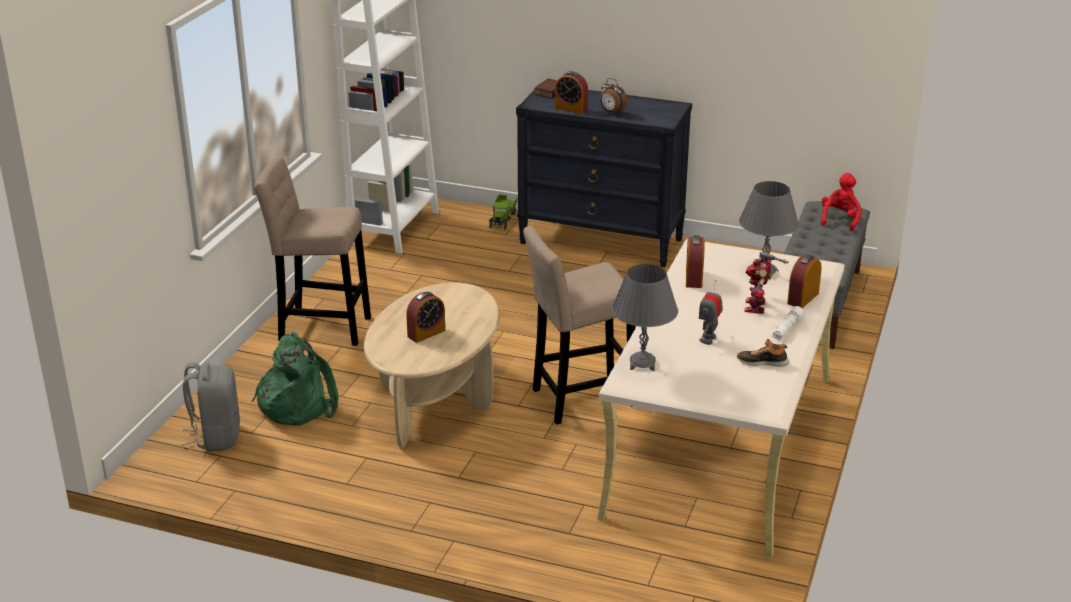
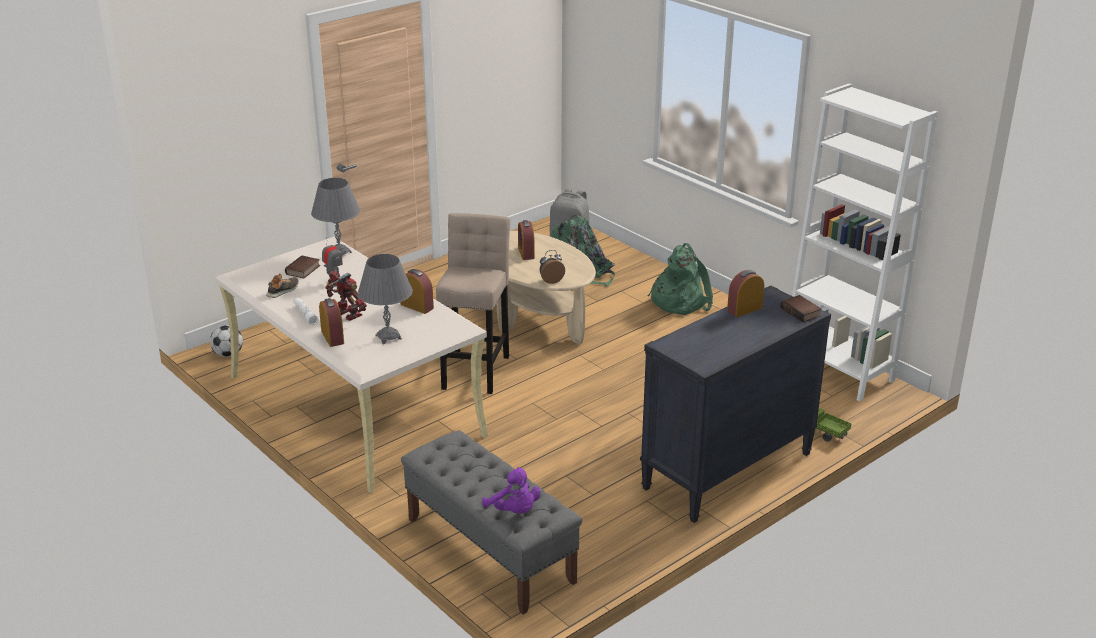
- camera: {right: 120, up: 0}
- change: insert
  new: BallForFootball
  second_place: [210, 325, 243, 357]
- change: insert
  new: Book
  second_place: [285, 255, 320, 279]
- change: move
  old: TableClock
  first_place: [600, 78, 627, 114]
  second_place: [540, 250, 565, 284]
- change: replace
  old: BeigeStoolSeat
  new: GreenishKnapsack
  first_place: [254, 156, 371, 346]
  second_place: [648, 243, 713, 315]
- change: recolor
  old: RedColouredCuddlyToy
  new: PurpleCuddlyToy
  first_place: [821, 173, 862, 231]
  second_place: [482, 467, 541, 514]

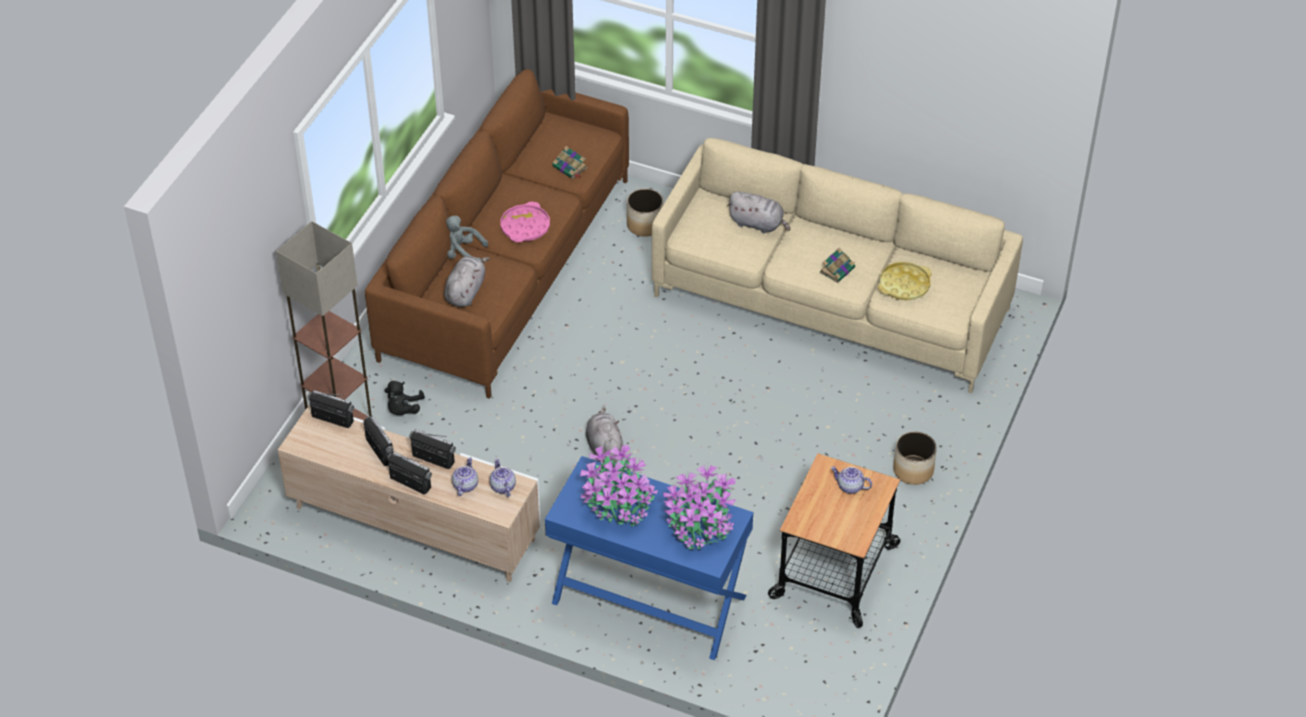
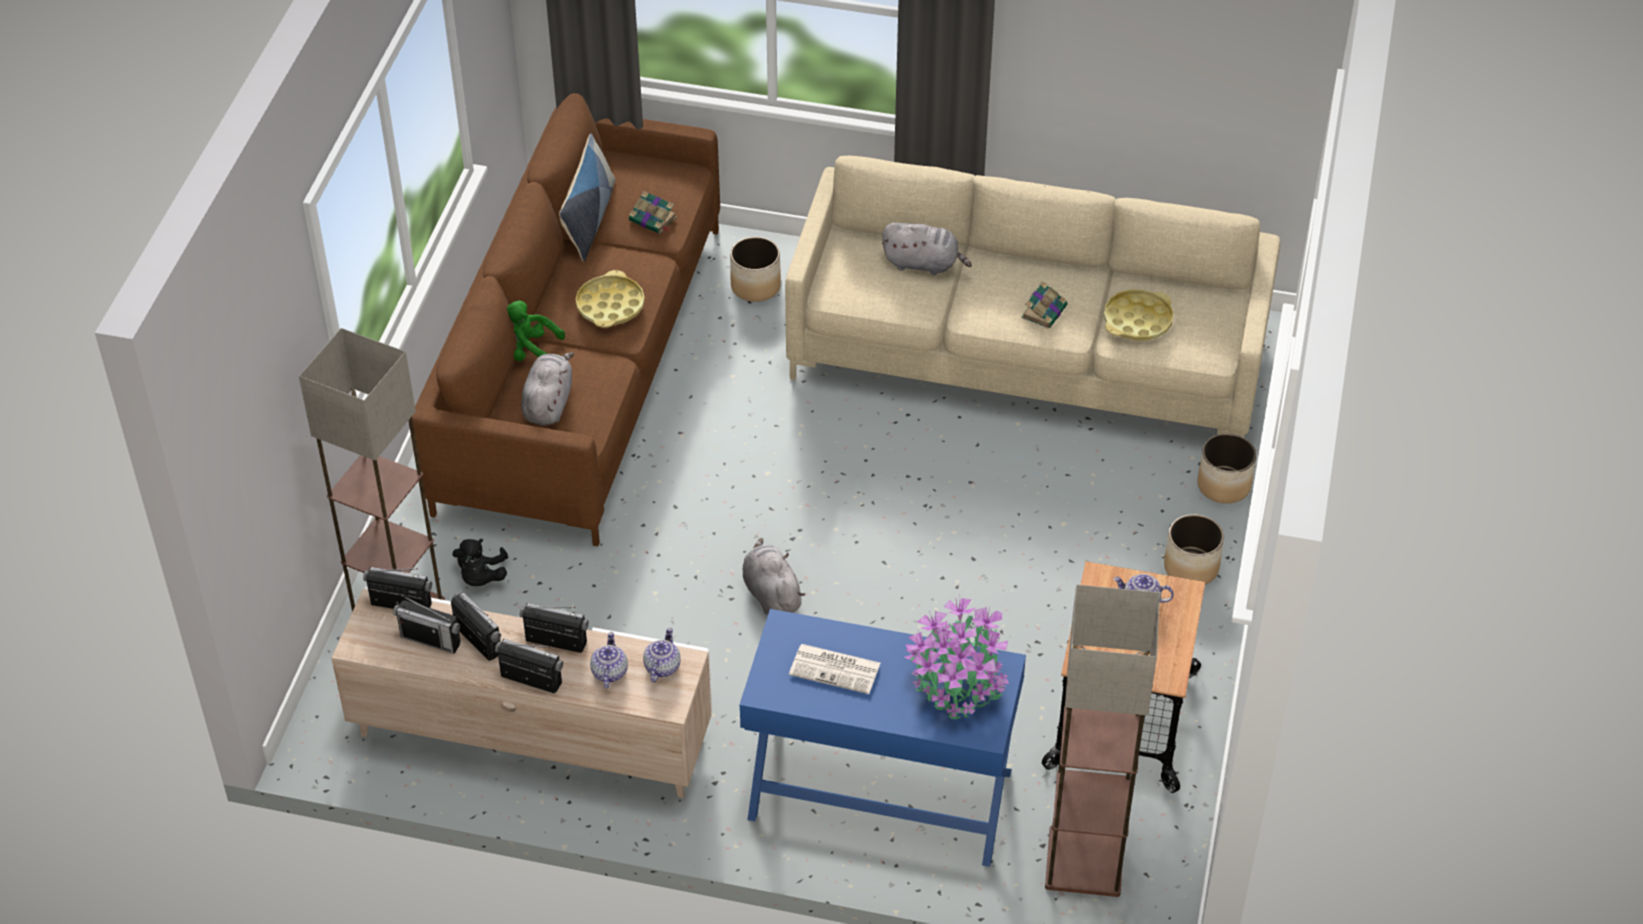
- camera: {right: -10, up: 0}
- change: insert
  new: Radio
  second_place: [393, 595, 461, 654]
- change: insert
  new: ThrowPillow
  second_place: [559, 134, 616, 262]
- change: insert
  new: FloorLamp
  second_place: [1045, 585, 1160, 897]
- change: insert
  new: Planter
  second_place: [1197, 433, 1256, 504]
- change: replace
  old: Houseplant
  new: PrintedPaper
  first_place: [580, 445, 658, 526]
  second_place: [789, 644, 881, 694]
- change: recolor
  old: GreyCuddlyToy
  new: GreenishCuddlyToy
  first_place: [446, 216, 488, 259]
  second_place: [507, 300, 565, 361]
- change: recolor
  old: PinkCarryingTray
  new: YellowCarryingTray
  first_place: [500, 202, 550, 242]
  second_place: [576, 270, 645, 328]
- change: rotate
  old: Teapot
  first_place: [489, 459, 516, 497]
  second_place: [643, 627, 681, 682]
  degrees: 45

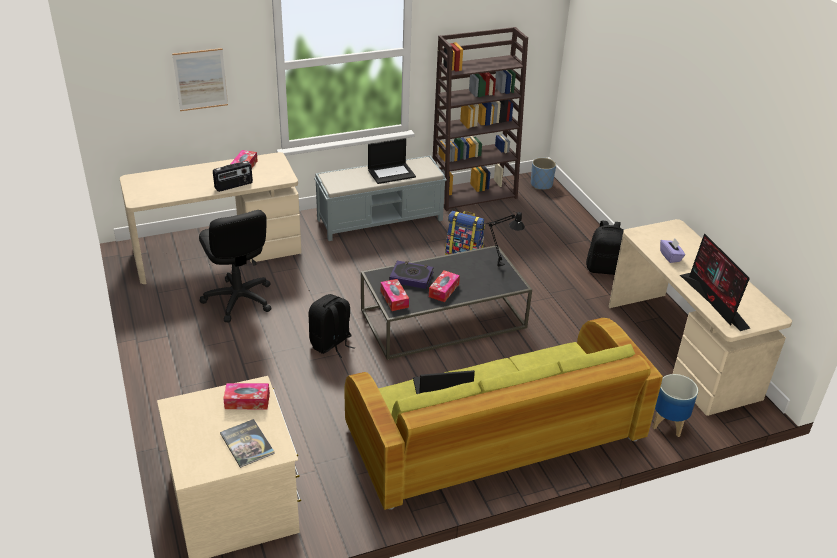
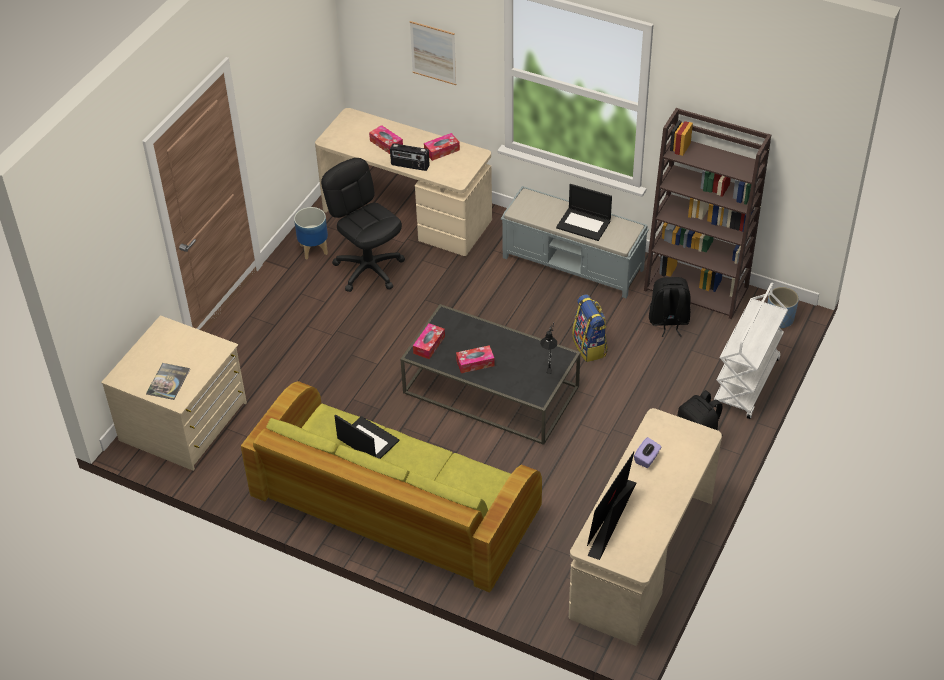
- camera: {right: 50, up: 10}
- change: delete
  old: Book
  first_place: [389, 261, 434, 289]
- change: insert
  new: WhiteTrolley
  second_place: [714, 283, 788, 419]
- change: move
  old: TissueHolder
  first_place: [223, 383, 270, 409]
  second_place: [369, 125, 403, 154]
- change: move
  old: BlackKnapsack
  first_place: [309, 294, 355, 358]
  second_place: [649, 277, 690, 337]
- change: move
  old: Planter
  first_place: [652, 374, 698, 437]
  second_place: [294, 207, 328, 260]
- change: rotate
  old: BlackDeskChair
  first_place: [199, 210, 272, 323]
  second_place: [321, 158, 405, 292]
  degrees: 120

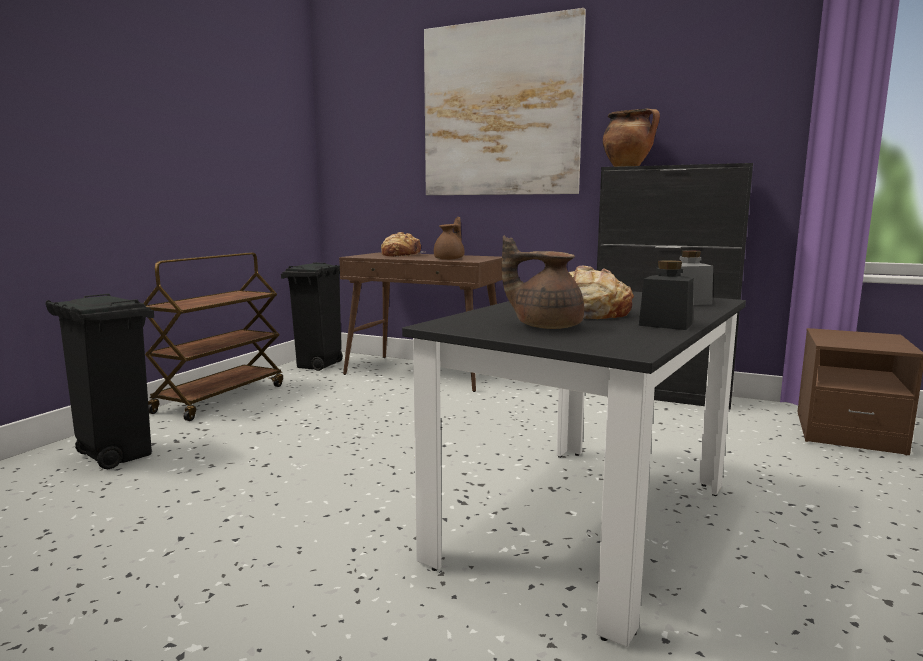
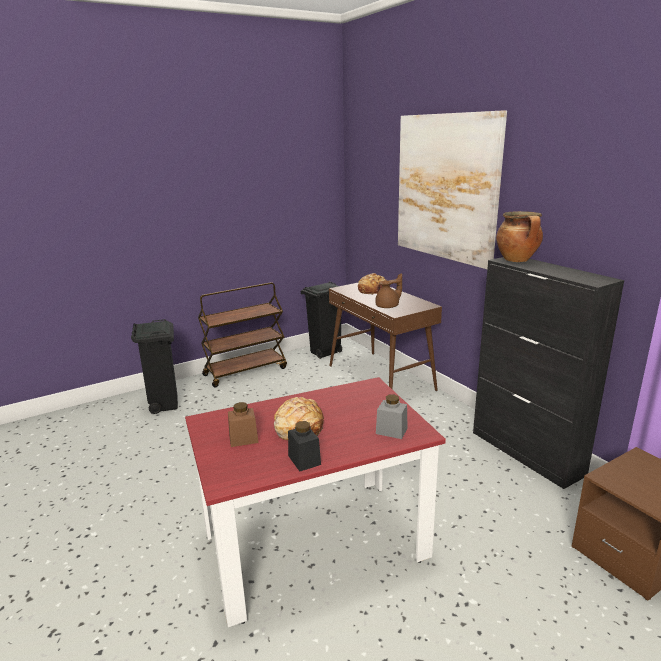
- camera: {right: 35, up: 10}
- change: replace
  old: BrownColouredTeapot
  new: BrownColouredPreserveJar
  first_place: [502, 236, 584, 329]
  second_place: [228, 402, 259, 447]
- change: recolor
  old: BlackDiningTable
  new: RedColouredDiningTable
  first_place: [402, 291, 746, 647]
  second_place: [185, 377, 446, 627]

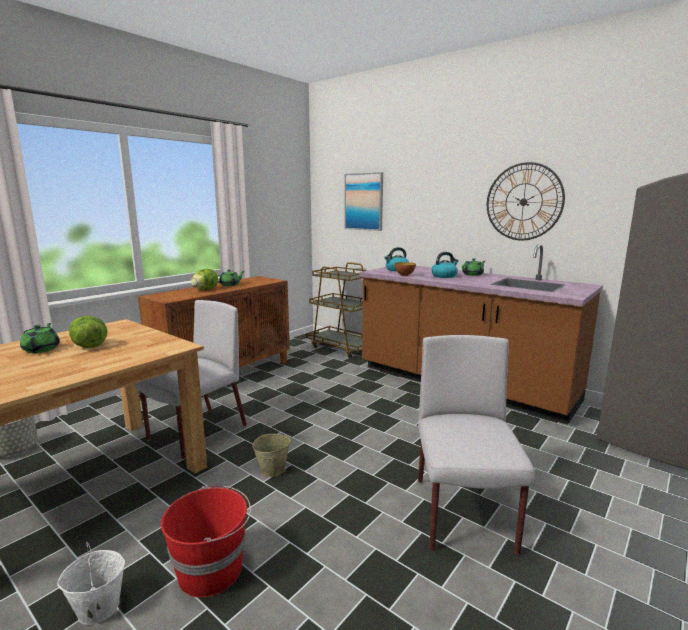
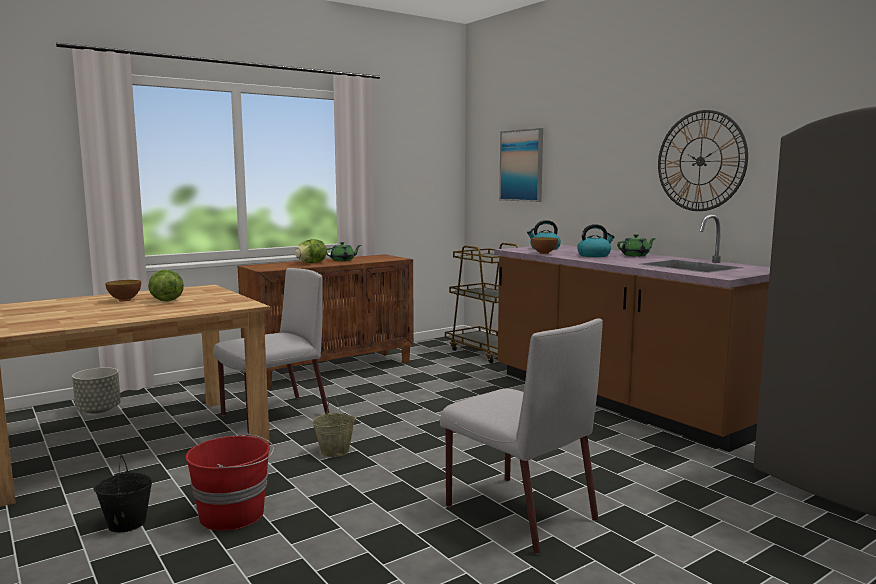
- camera: {right: 15, up: -5}
- change: replace
  old: GreenishTeapot
  new: ServingBowl
  first_place: [20, 323, 60, 353]
  second_place: [105, 280, 141, 301]
- change: recolor
  old: WhitePail
  new: BlackPail
  first_place: [57, 542, 125, 625]
  second_place: [93, 455, 153, 532]
- change: rotate
  old: GreyUprightChair
  first_place: [418, 335, 536, 555]
  second_place: [440, 318, 603, 554]
  degrees: 120

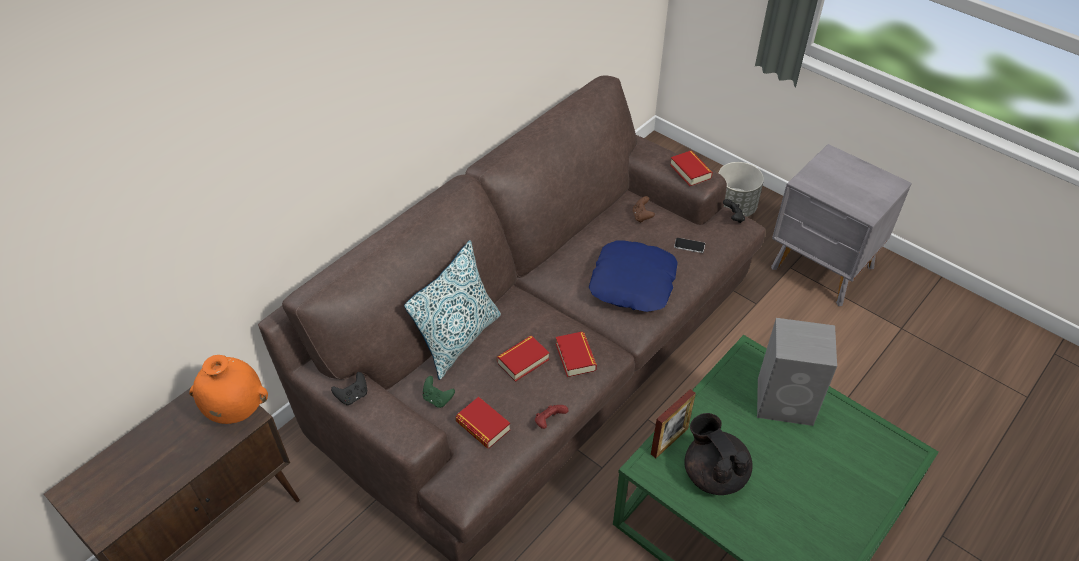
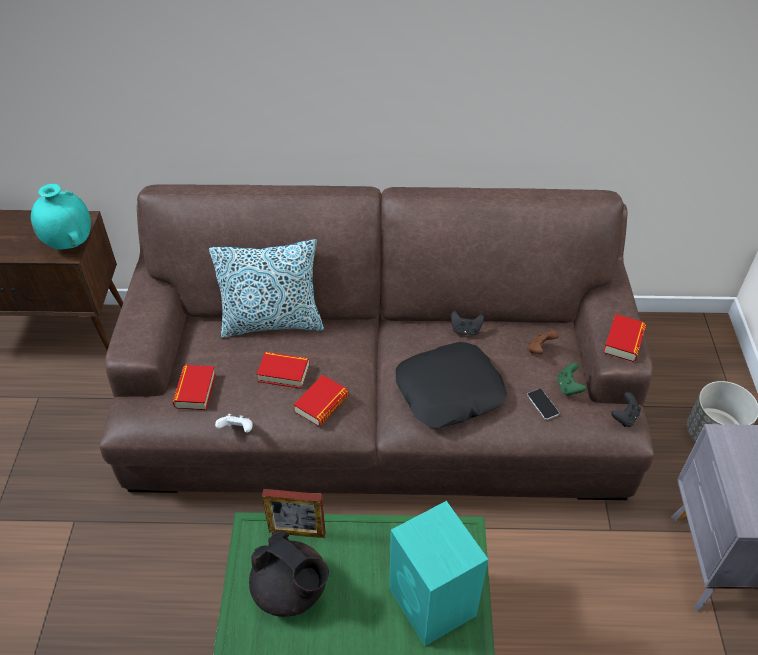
- camera: {right: 50, up: 0}
- change: move
  old: BlackGamepad
  first_place: [331, 372, 367, 405]
  second_place: [451, 310, 484, 336]
- change: move
  old: GreenishGamepad
  first_place: [423, 376, 455, 408]
  second_place: [557, 363, 586, 396]
- change: recolor
  old: OrangeyFlowerVase
  new: BlueGreenFlowerVase
  first_place: [189, 355, 268, 424]
  second_place: [31, 184, 91, 249]
- change: recolor
  old: RedColouredGamepad
  new: WhiteGamepad
  first_place: [535, 405, 569, 429]
  second_place: [215, 414, 252, 433]
- change: recolor
  old: BluishThrowPillow
  new: BlackThrowPillow
  first_place: [589, 241, 678, 312]
  second_place: [396, 342, 507, 428]
- change: recolor
  old: GreySpeaker
  new: BlueGreenSpeaker
  first_place: [757, 318, 837, 426]
  second_place: [389, 501, 488, 646]
- change: rotate
  old: BlackTeapot
  first_place: [684, 413, 752, 495]
  second_place: [249, 531, 329, 617]
  degrees: 105

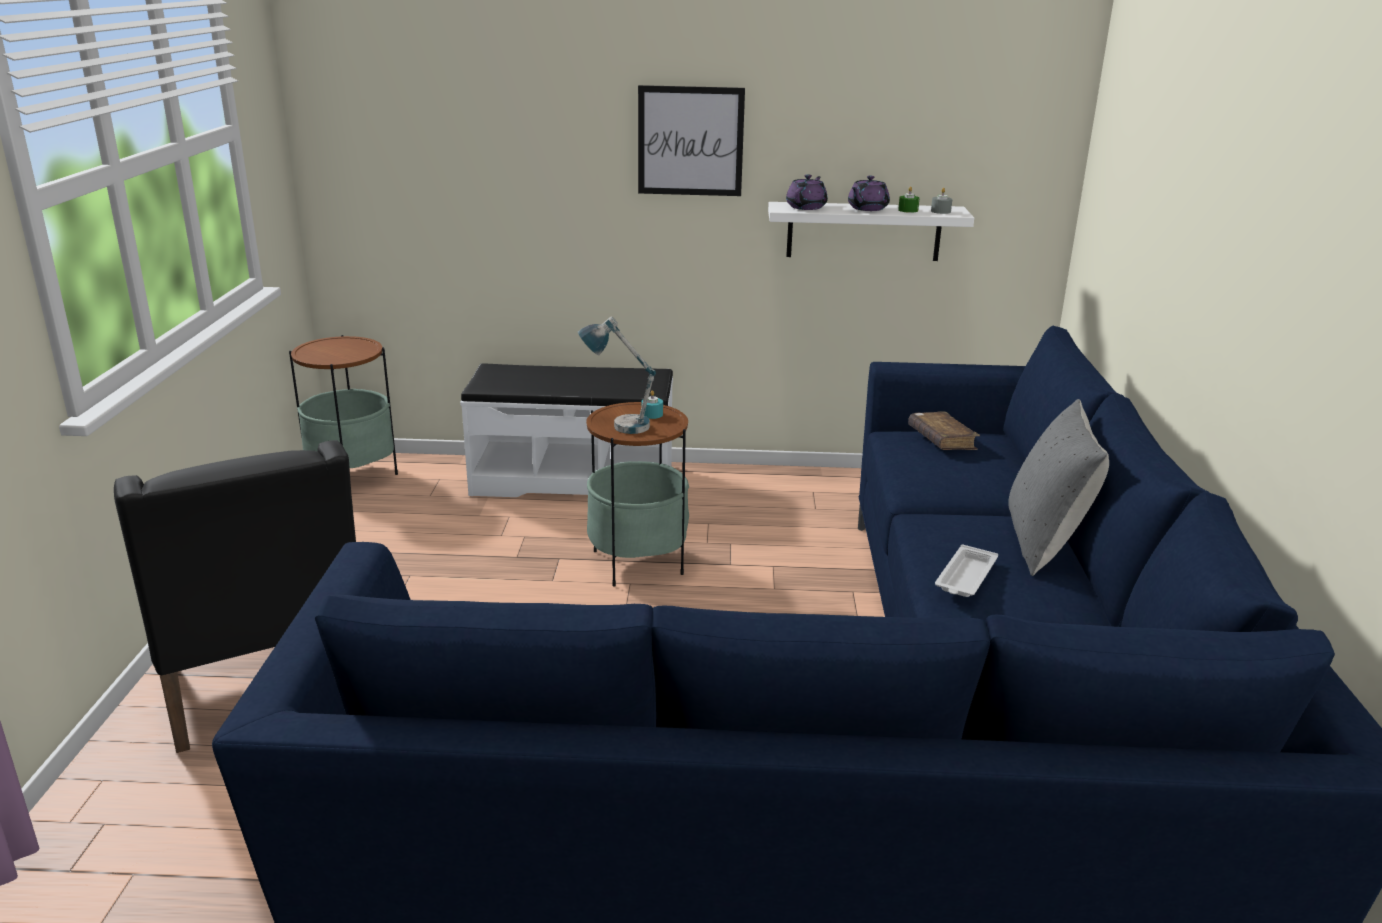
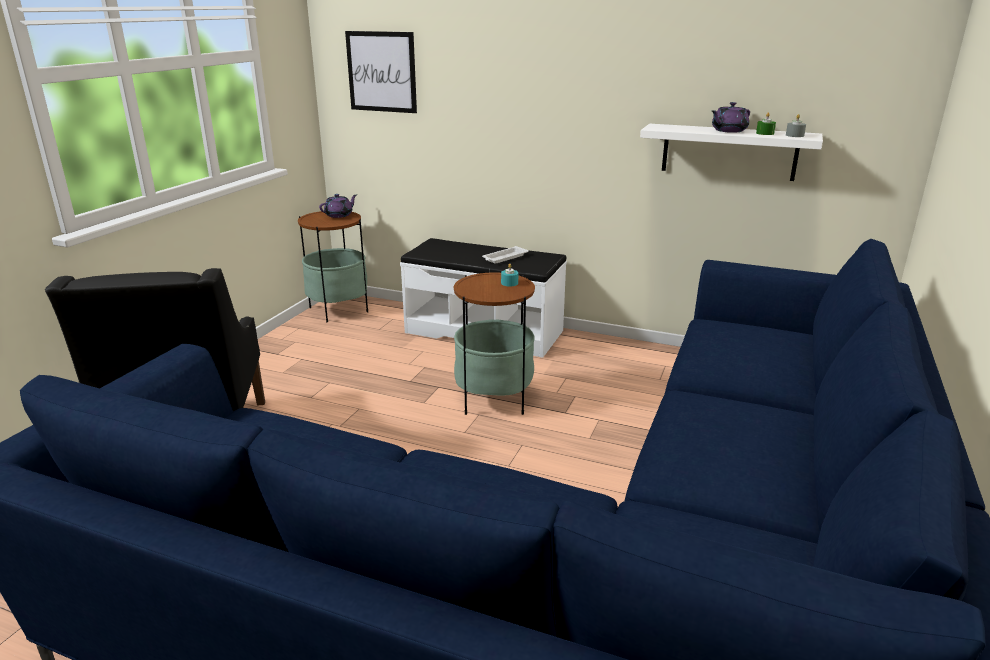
- camera: {right: 20, up: 0}
- change: delete
  old: TableLamp
  first_place: [578, 317, 656, 434]
- change: delete
  old: BrownColouredBook
  first_place: [908, 412, 980, 450]
- change: delete
  old: GreyThrowPillow
  first_place: [1008, 399, 1109, 576]
- change: move
  old: Picture
  first_place: [638, 85, 745, 196]
  second_place: [345, 31, 417, 113]
- change: move
  old: PurpleTeapot
  first_place: [786, 174, 828, 210]
  second_place: [319, 194, 357, 218]
- change: move
  old: WhiteCarryingTray
  first_place: [935, 544, 998, 597]
  second_place: [482, 246, 528, 264]

